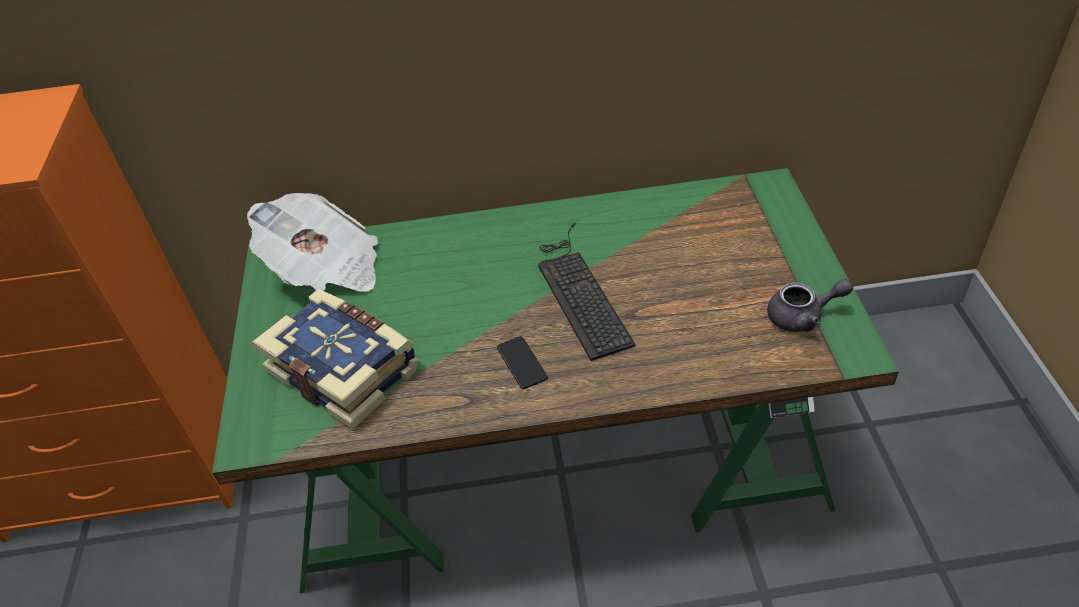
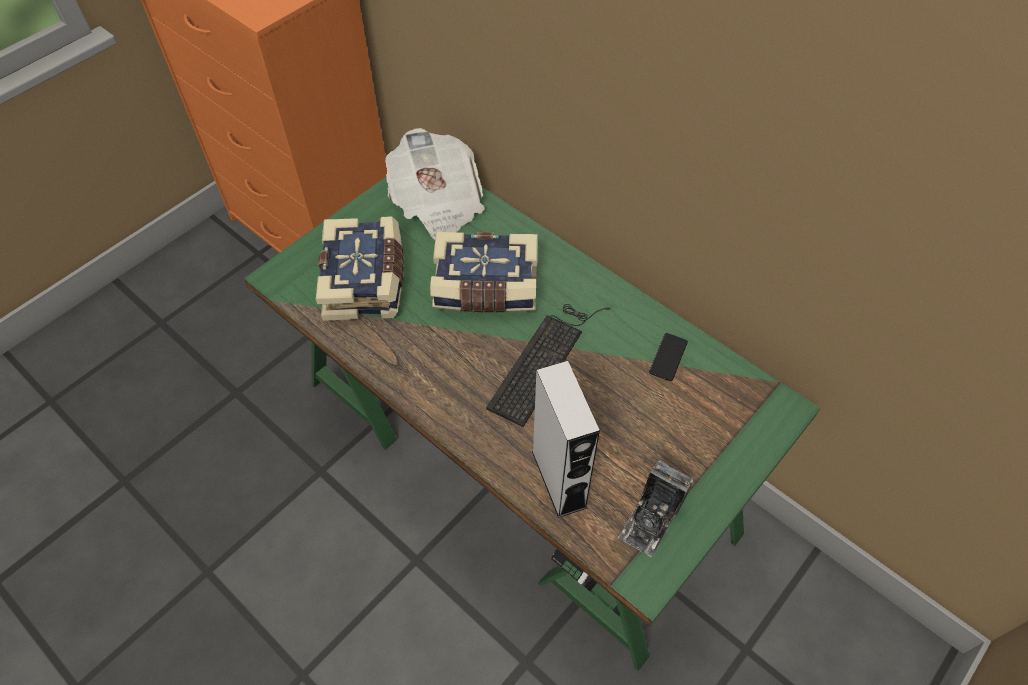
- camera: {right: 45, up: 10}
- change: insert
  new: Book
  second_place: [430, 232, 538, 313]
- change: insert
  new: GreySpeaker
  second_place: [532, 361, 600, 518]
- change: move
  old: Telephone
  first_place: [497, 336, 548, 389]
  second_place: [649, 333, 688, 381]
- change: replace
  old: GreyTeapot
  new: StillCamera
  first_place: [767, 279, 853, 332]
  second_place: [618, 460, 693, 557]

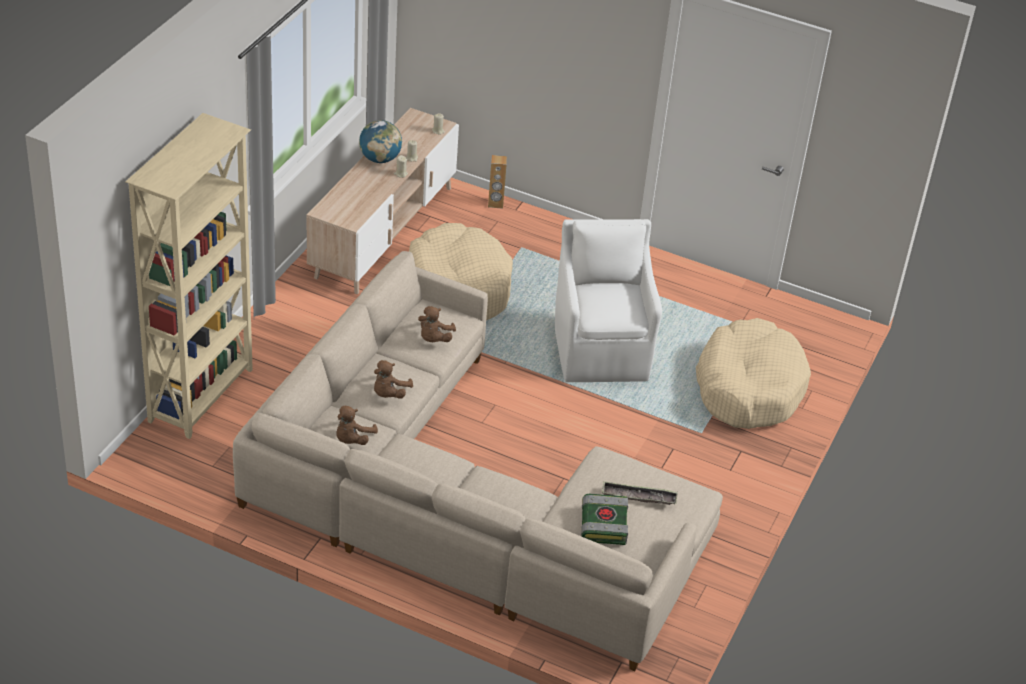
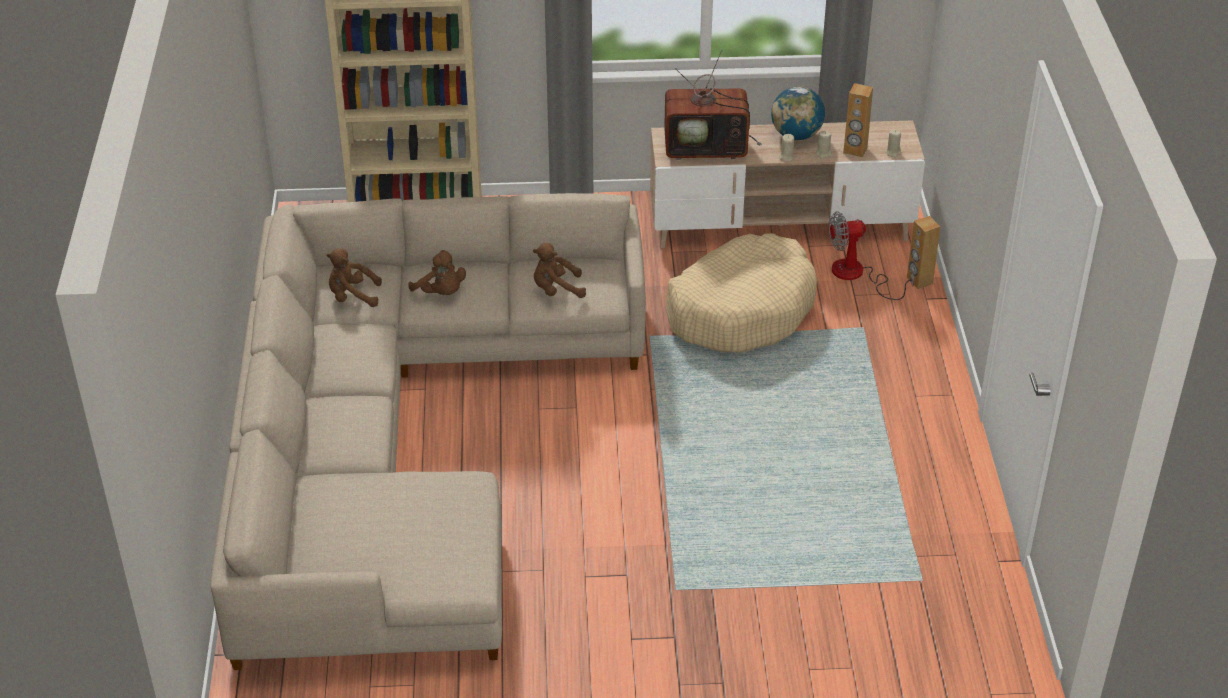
- camera: {right: 65, up: 0}
- change: delete
  old: WhiteLoungeChair
  first_place: [555, 219, 662, 382]
- change: delete
  old: Book
  first_place: [581, 494, 628, 545]
- change: delete
  old: CarryingTray
  first_place: [602, 481, 678, 505]
- change: delete
  old: BeigePetBed
  first_place: [696, 318, 811, 429]
- change: insert
  new: Television
  second_place: [664, 50, 762, 160]
- change: insert
  new: Fan
  second_place: [829, 211, 914, 300]
- change: insert
  new: BrownColouredSpeaker
  second_place: [843, 83, 873, 157]
- change: rotate
  old: BrownColouredCuddlyToy
  first_place: [374, 360, 413, 399]
  second_place: [408, 250, 466, 295]
  degrees: -135

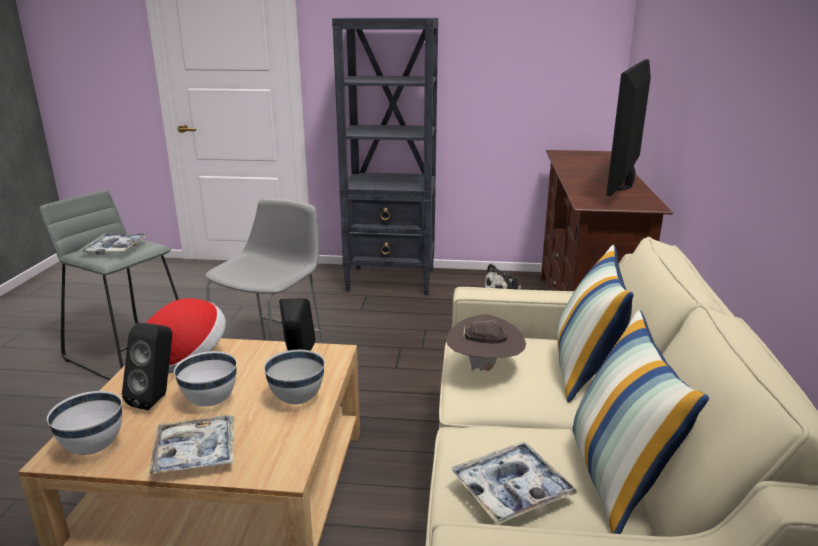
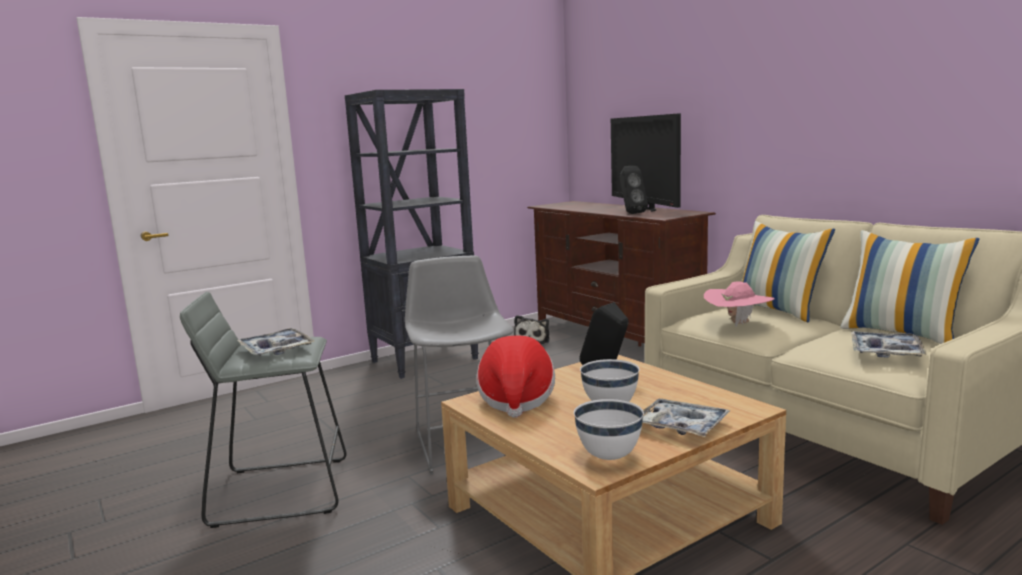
- camera: {right: -40, up: -10}
- change: delete
  old: WhiteServingBowl
  first_place: [264, 350, 325, 404]
- change: move
  old: BlackSpeaker
  first_place: [122, 323, 172, 410]
  second_place: [620, 166, 648, 214]
- change: recolor
  old: BrownColouredClothingHat
  new: PinkClothingHat
  first_place: [446, 314, 526, 371]
  second_place: [704, 281, 774, 327]

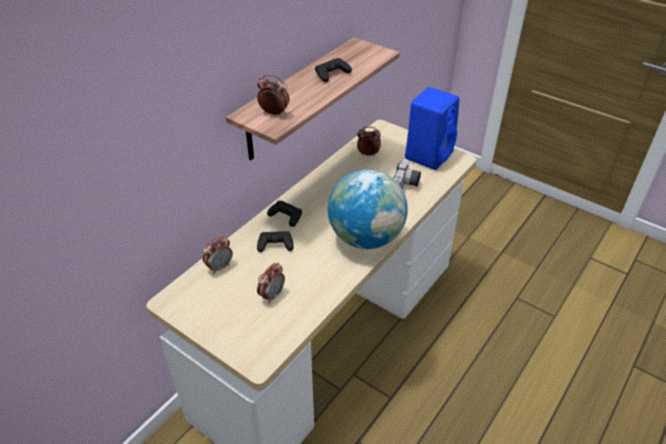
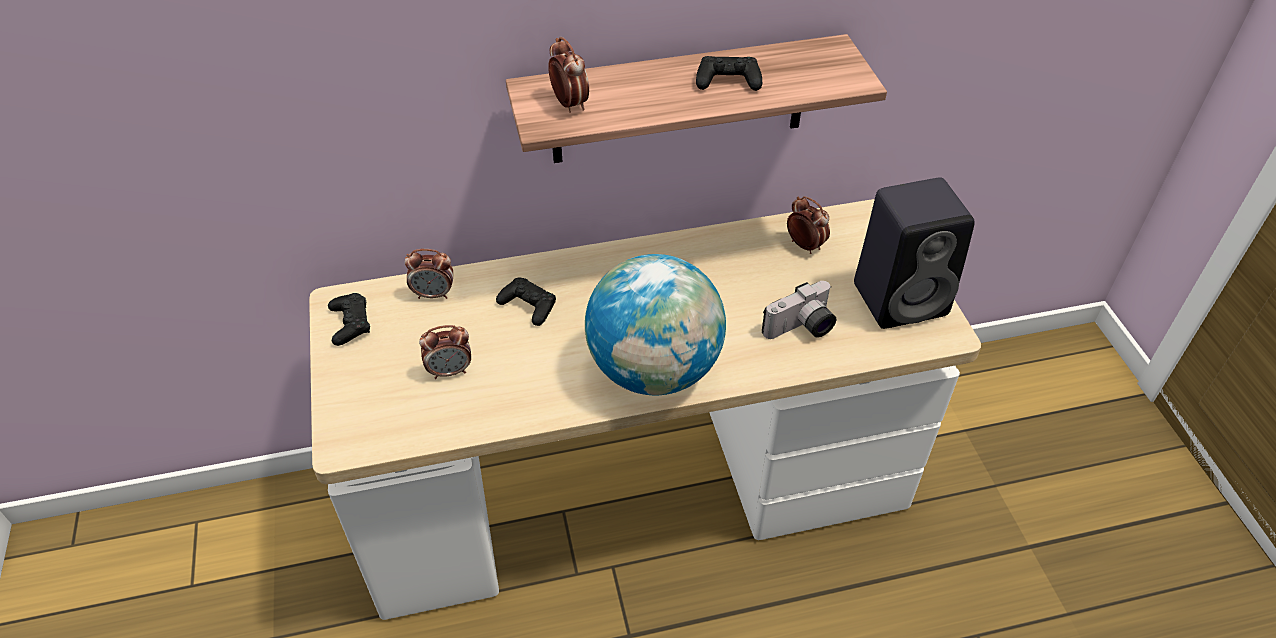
- camera: {right: 40, up: 5}
- change: move
  old: BlackGamepad
  first_place: [267, 201, 302, 227]
  second_place: [328, 293, 370, 346]
- change: recolor
  old: BluishSpeaker
  new: BlackSpeaker
  first_place: [405, 87, 459, 170]
  second_place: [854, 178, 975, 329]

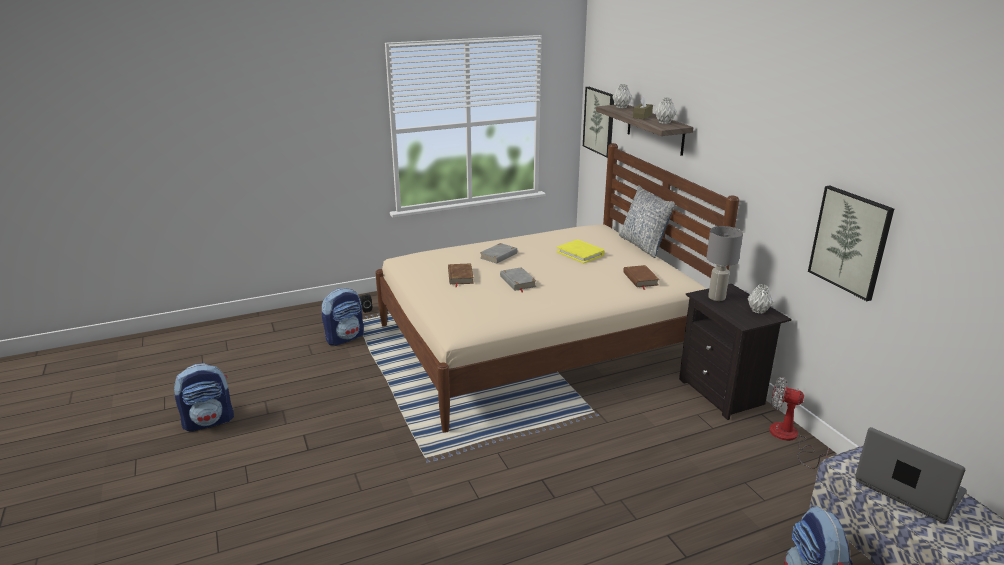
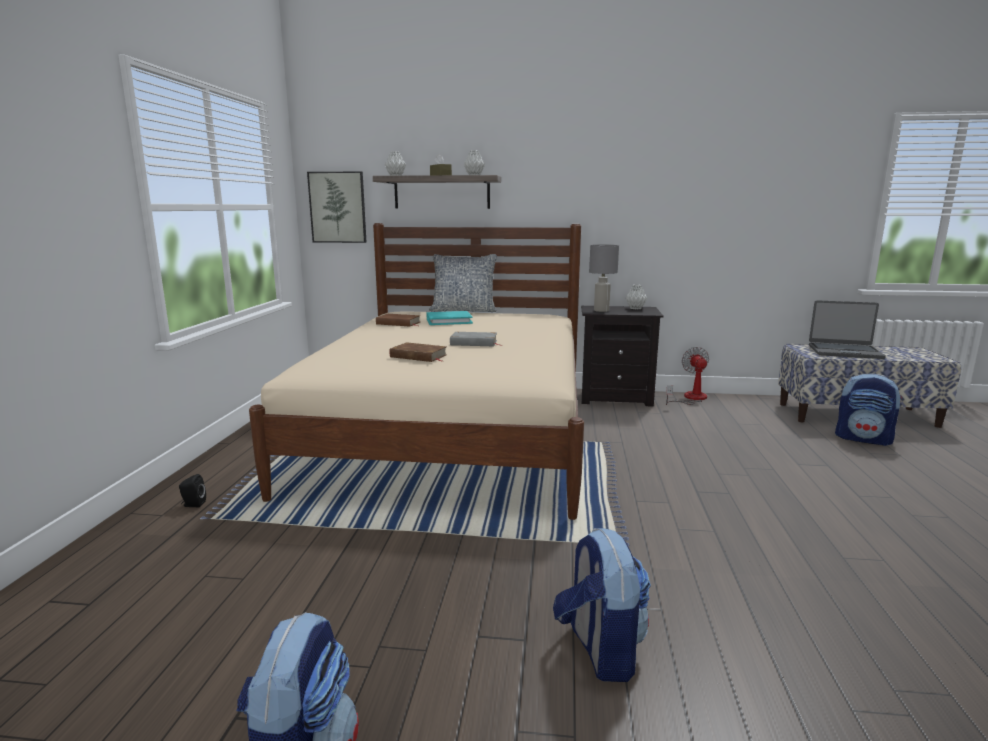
- camera: {right: -60, up: -10}
- change: delete
  old: GreyBook
  first_place: [480, 243, 517, 264]
- change: delete
  old: Picture
  first_place: [808, 185, 894, 301]
- change: move
  old: Knapsack
  first_place: [321, 288, 364, 346]
  second_place: [553, 528, 651, 682]
- change: move
  old: BrownColouredBook
  first_place: [623, 265, 660, 290]
  second_place: [376, 314, 421, 326]
- change: recolor
  old: YellowBook
  new: BlueGreenBook
  first_place: [557, 239, 605, 264]
  second_place: [427, 311, 473, 325]
- change: rotate
  old: Fan
  first_place: [769, 377, 829, 469]
  second_place: [666, 347, 709, 405]
  degrees: 120
- change: rotate
  old: Laptop
  first_place: [855, 427, 966, 523]
  second_place: [809, 300, 886, 359]
  degrees: -150

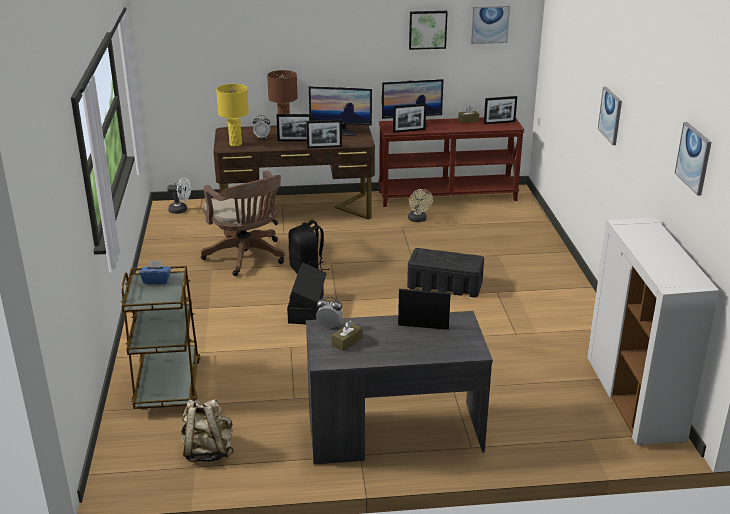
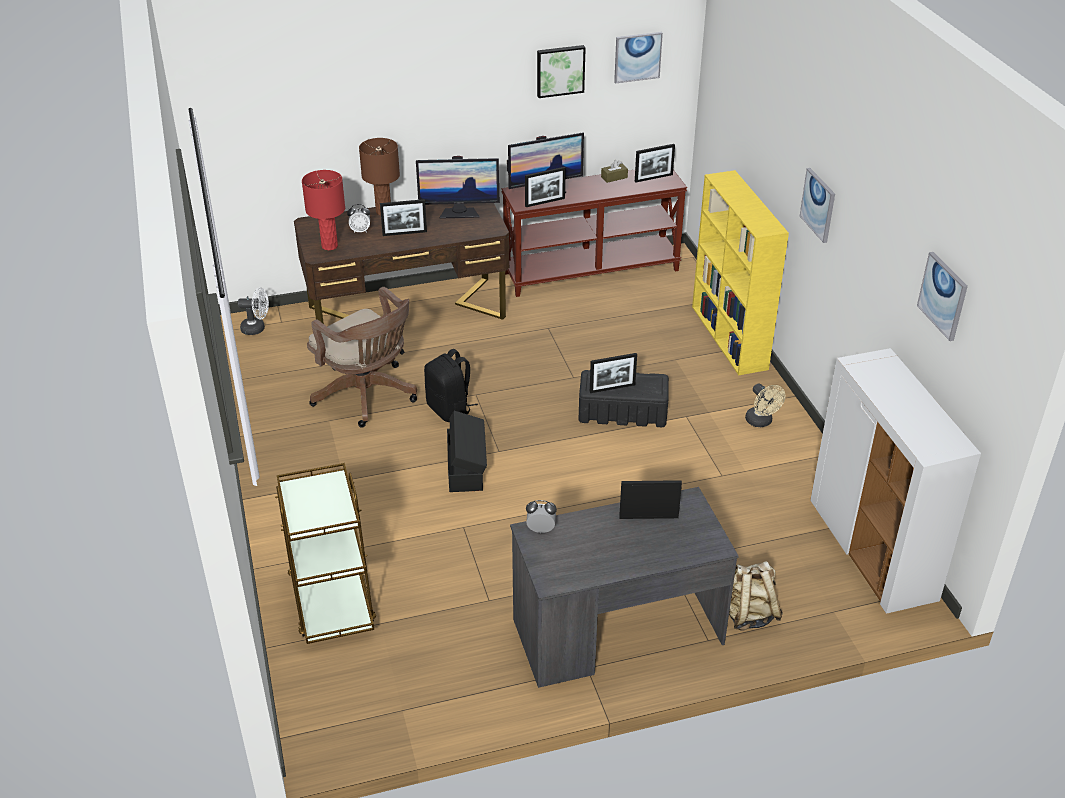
- camera: {right: -10, up: 10}
- change: delete
  old: BluishTissueHolder
  first_place: [139, 260, 171, 284]
- change: delete
  old: BrownColouredTissueHolder
  first_place: [331, 320, 362, 351]
- change: insert
  new: YellowBookcase
  second_place: [692, 170, 789, 375]
- change: move
  old: BeigeKnapsack
  first_place: [181, 399, 233, 462]
  second_place: [729, 561, 783, 631]
- change: move
  old: PhotoFrame
  first_place: [306, 119, 342, 148]
  second_place: [590, 353, 637, 393]
- change: move
  old: BeigeFan
  first_place: [408, 189, 433, 222]
  second_place: [745, 384, 785, 427]
- change: recolor
  old: YellowTableLamp
  new: RedColouredTableLamp
  first_place: [216, 84, 249, 146]
  second_place: [302, 170, 345, 250]

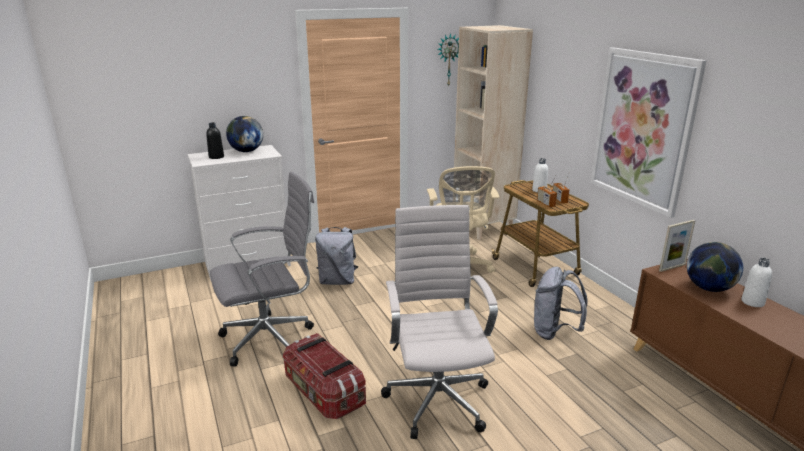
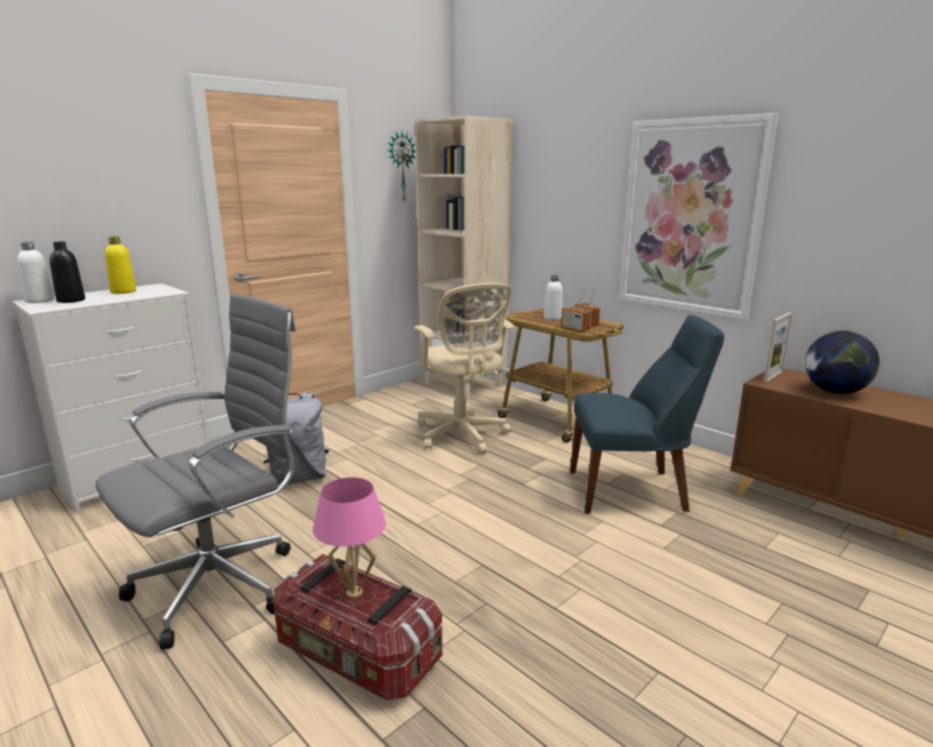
- camera: {right: -20, up: -5}
- change: delete
  old: WhiteDeskChair
  first_place: [381, 205, 498, 439]
- change: insert
  new: PinkTableLamp
  second_place: [313, 477, 386, 598]
- change: move
  old: WhiteDrinkBottle
  first_place: [742, 258, 772, 307]
  second_place: [17, 242, 54, 303]
- change: replace
  old: Globe
  new: YellowDrinkBottle
  first_place: [226, 116, 263, 152]
  second_place: [105, 236, 136, 294]
- change: replace
  old: GreyKnapsack
  new: BluishUprightChair
  first_place: [534, 267, 588, 340]
  second_place: [570, 315, 724, 514]

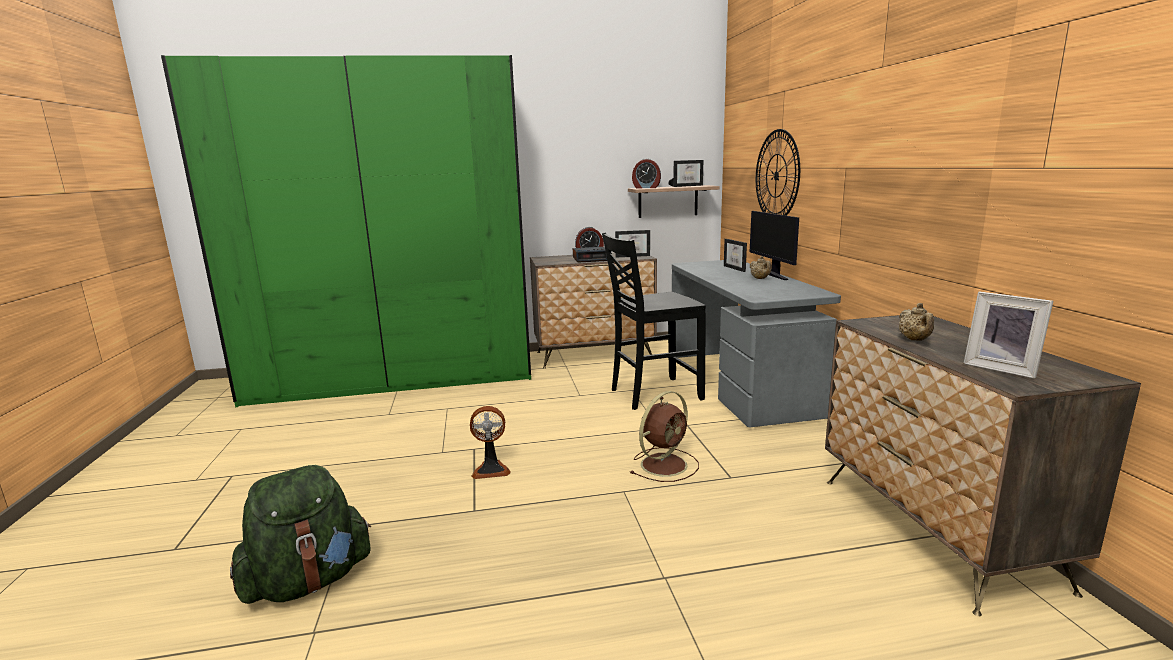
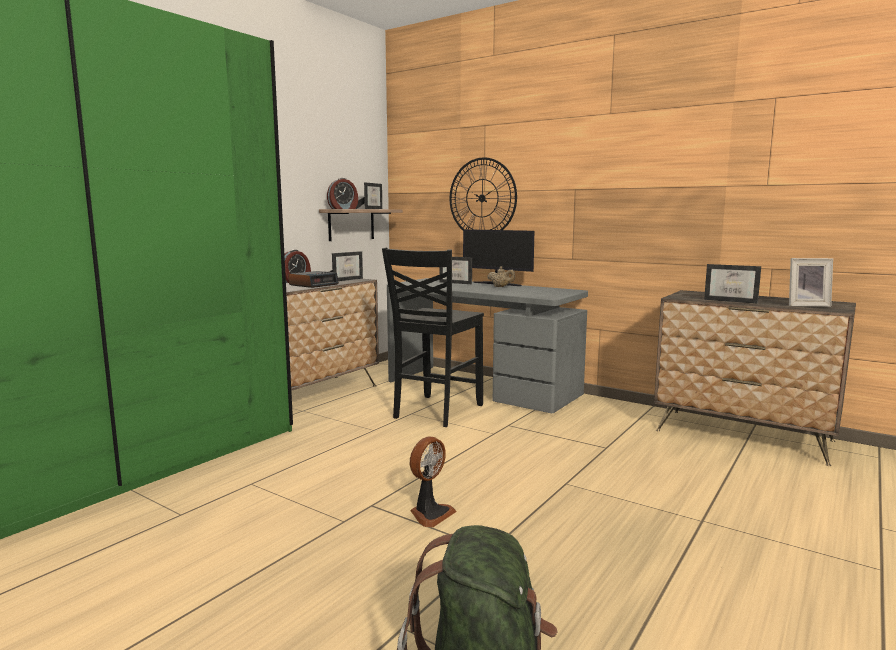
- camera: {right: -45, up: -5}
- change: delete
  old: BrownColouredFan
  first_place: [630, 391, 699, 482]
- change: replace
  old: BeigeTeapot
  new: PhotoFrame
  first_place: [899, 303, 934, 341]
  second_place: [704, 264, 761, 303]

